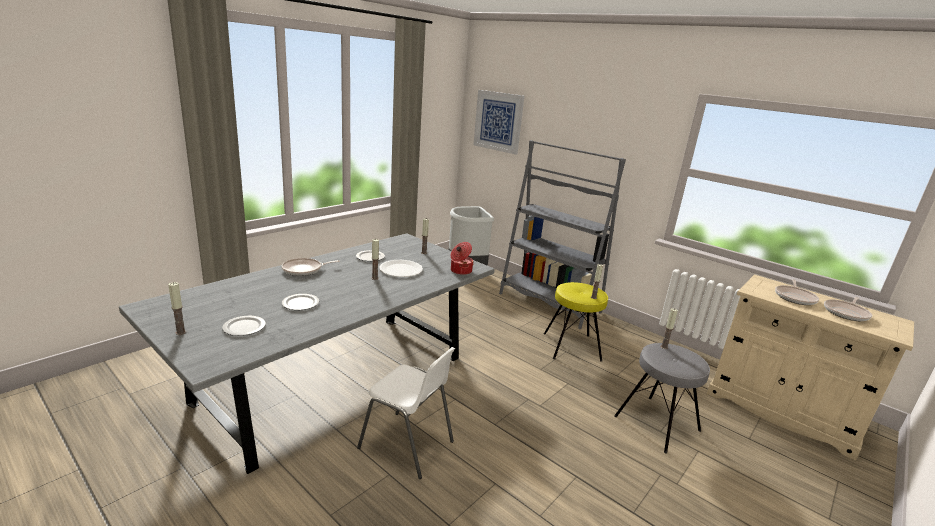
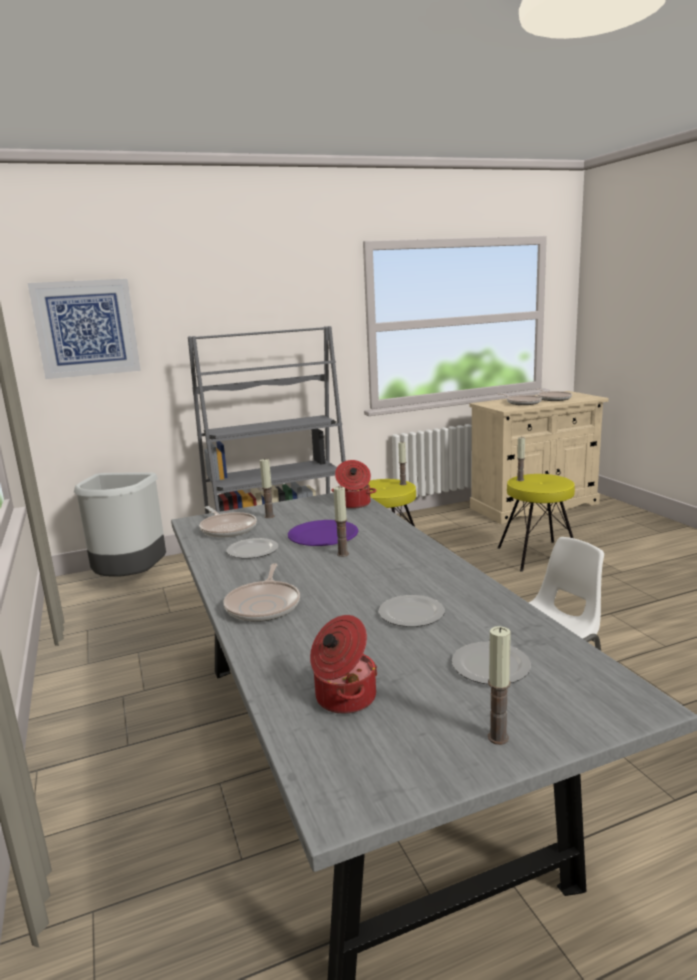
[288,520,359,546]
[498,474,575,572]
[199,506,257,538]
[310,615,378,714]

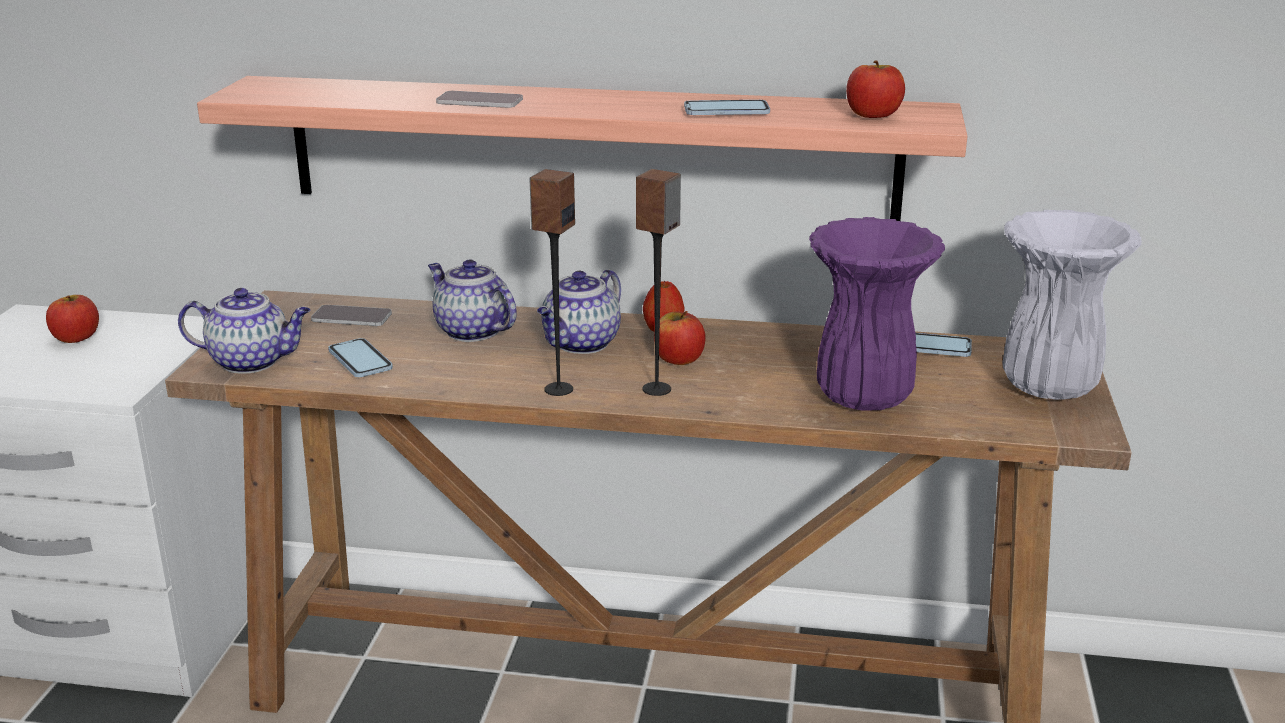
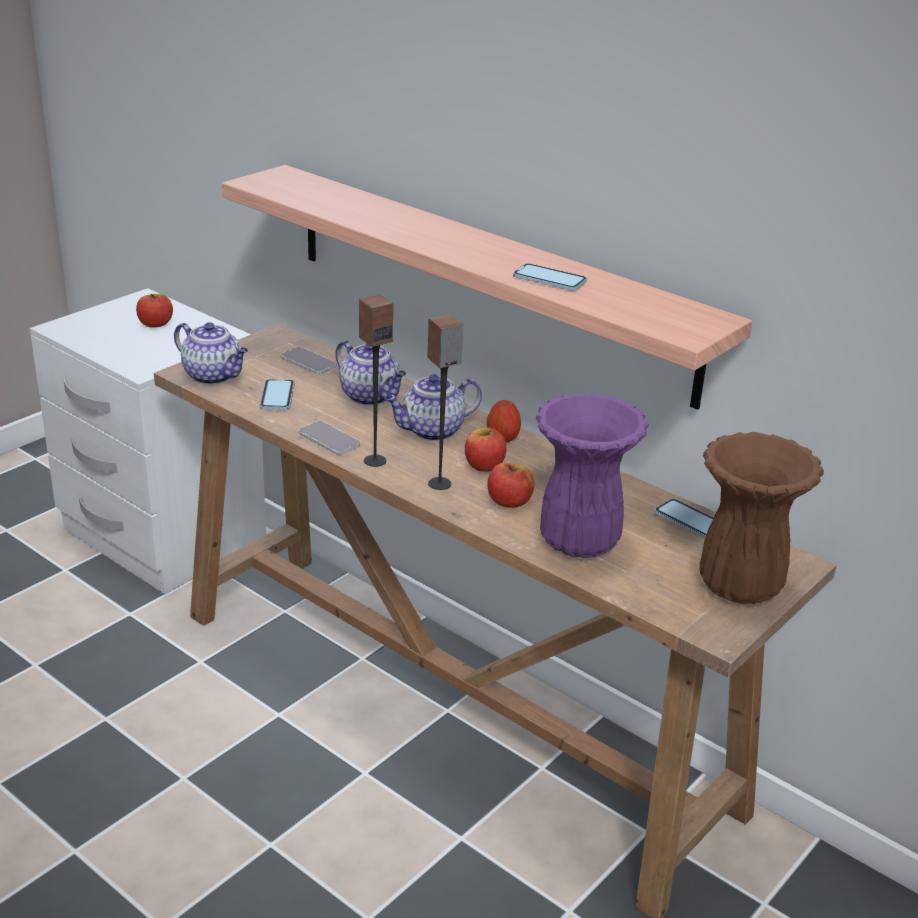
[335,340,406,406]
[299,421,360,455]
[487,463,535,508]
[699,432,824,604]

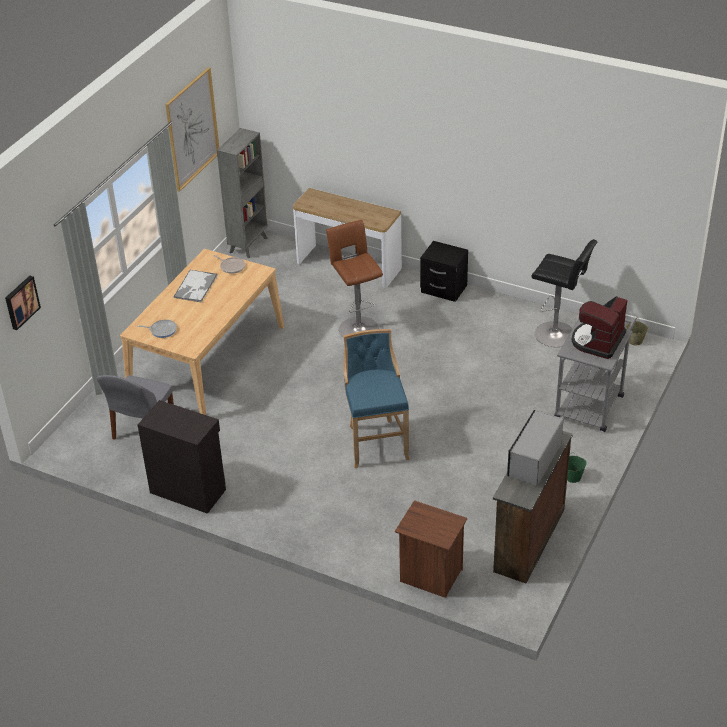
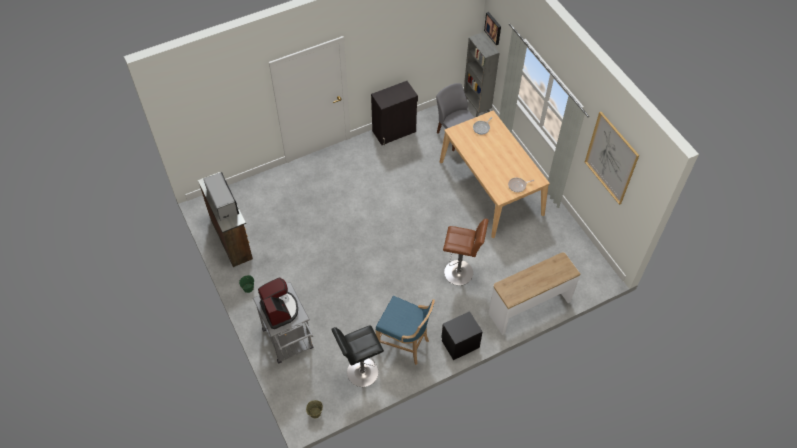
[174,270,217,302] (first image)
[464,32,499,117]
[375,296,435,365]
[395,500,467,598] (first image)

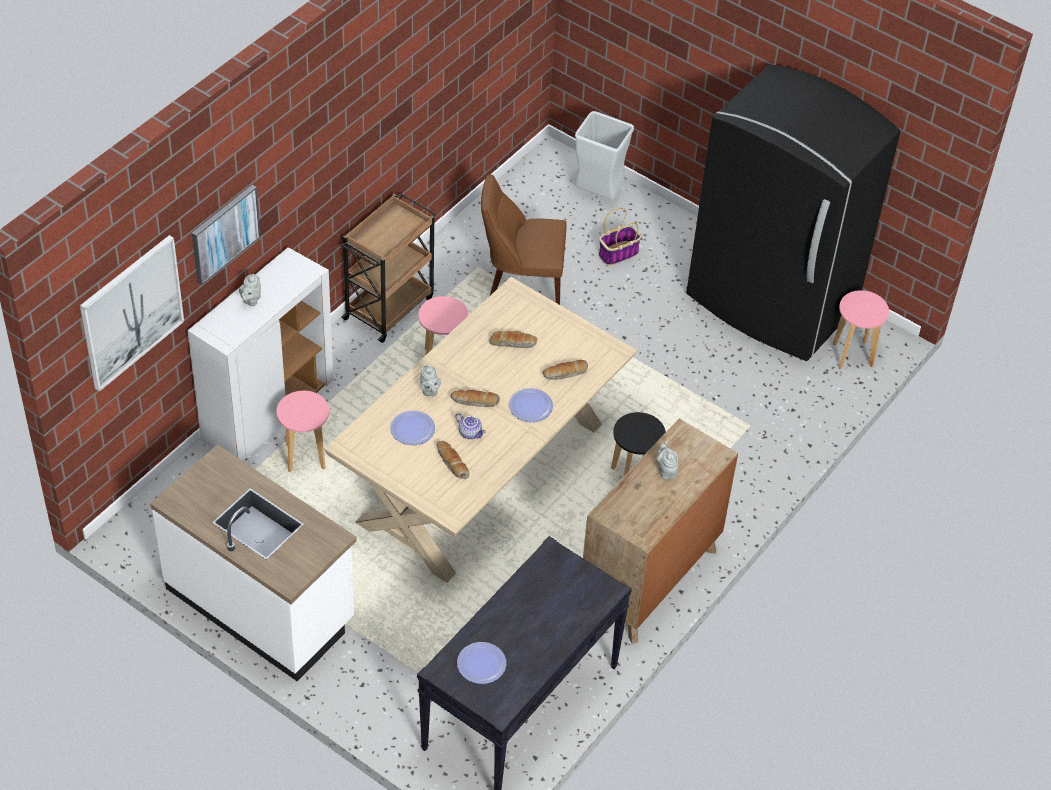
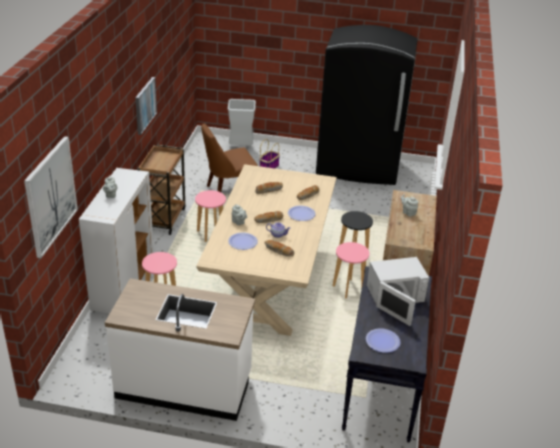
[135,77,157,135]
[333,242,370,299]
[367,257,429,326]

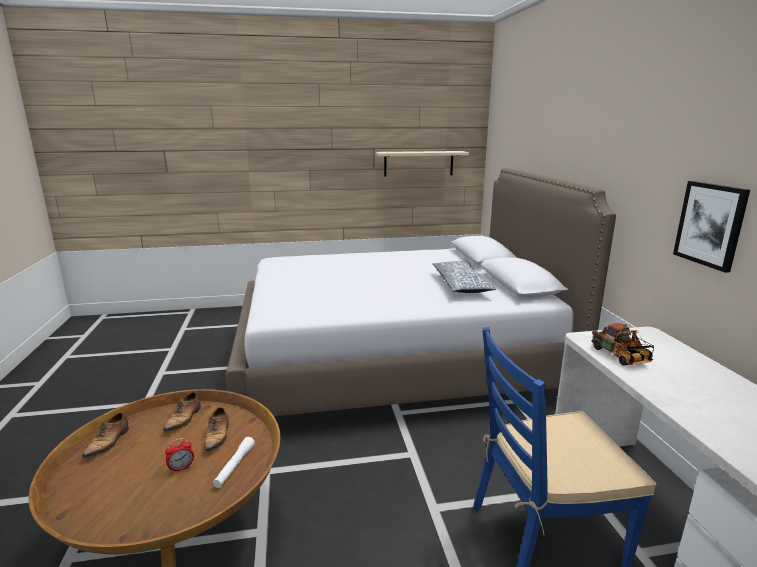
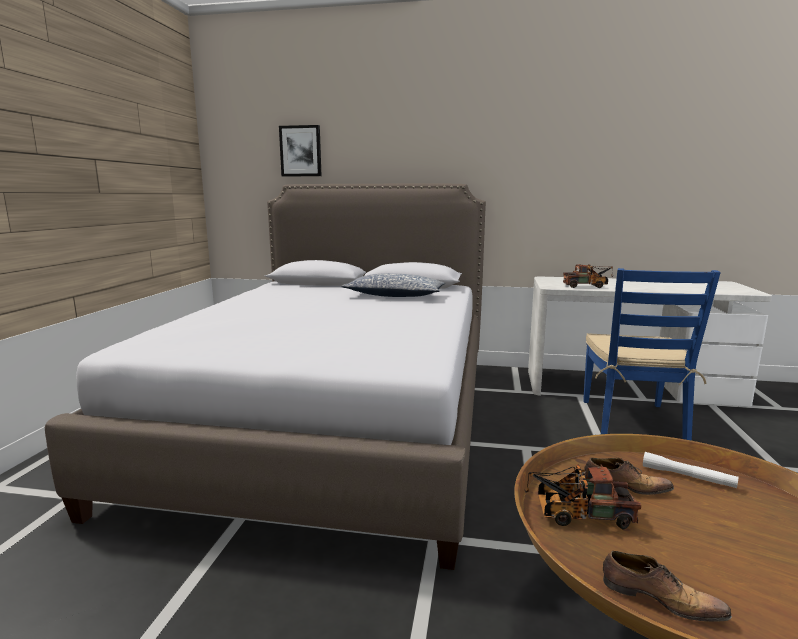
[524,464,641,529]
[165,438,194,473] (first image)
[375,151,469,177] (first image)
[279,125,322,176]

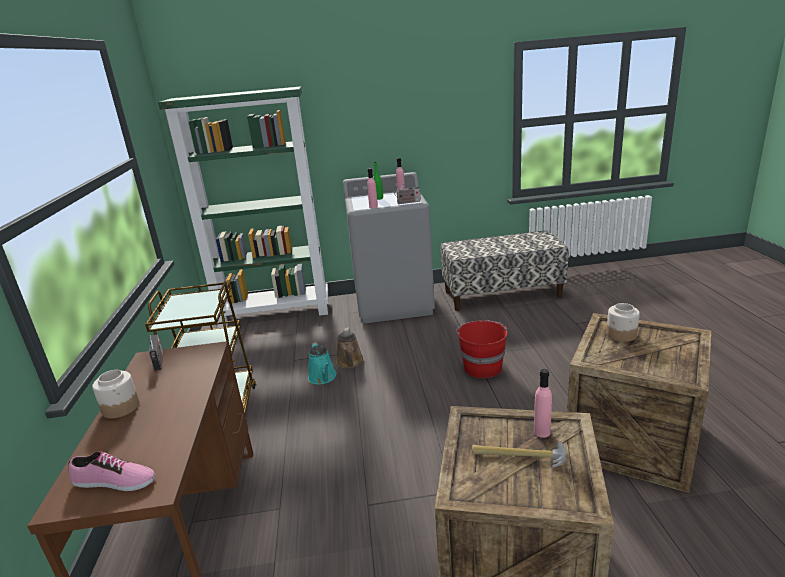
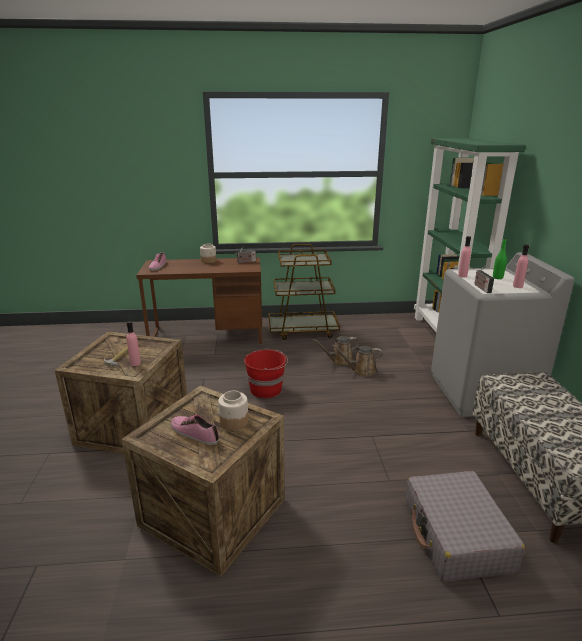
[313,336,359,365]
[244,348,288,398]
[171,415,219,445]
[406,471,525,582]

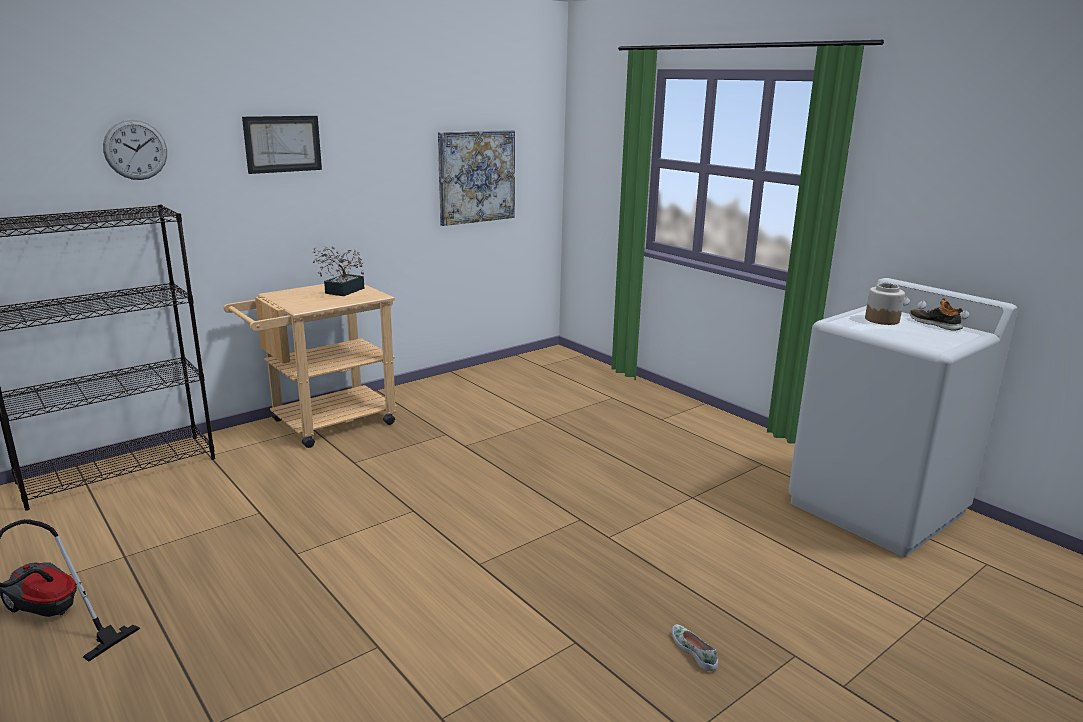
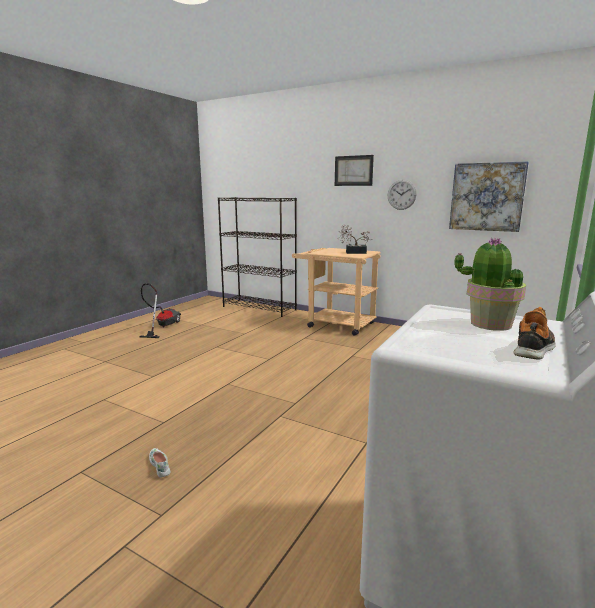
[388,180,417,210]
[149,448,170,478]
[454,237,526,331]

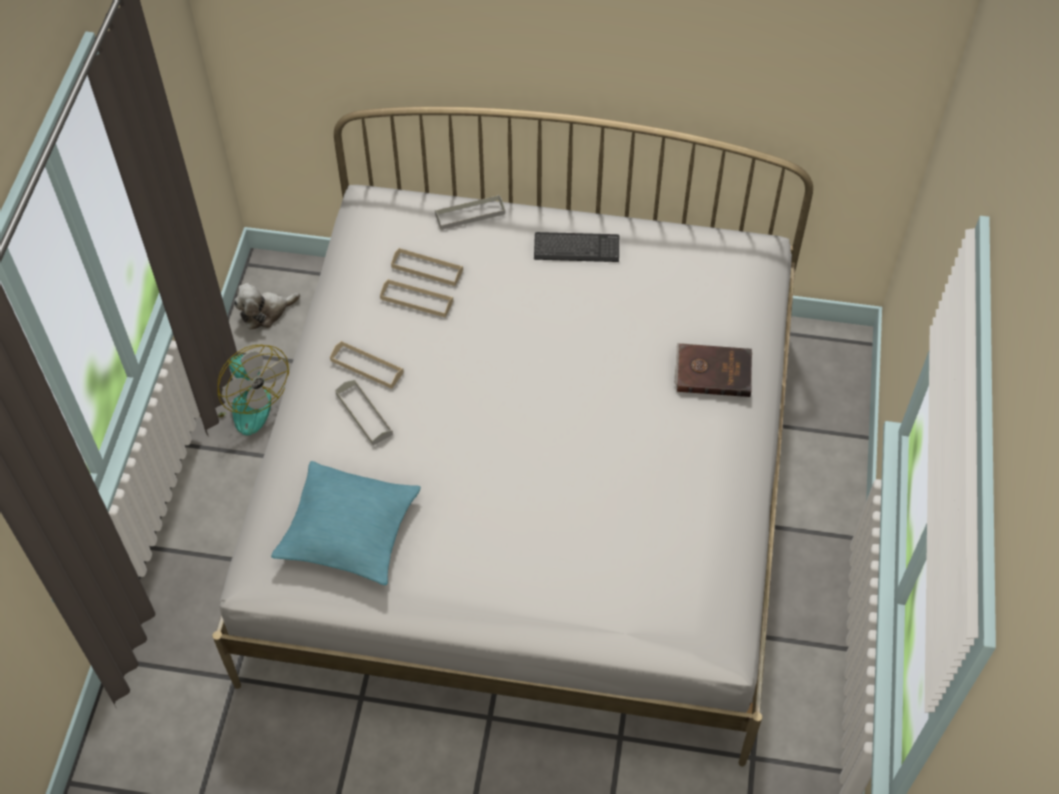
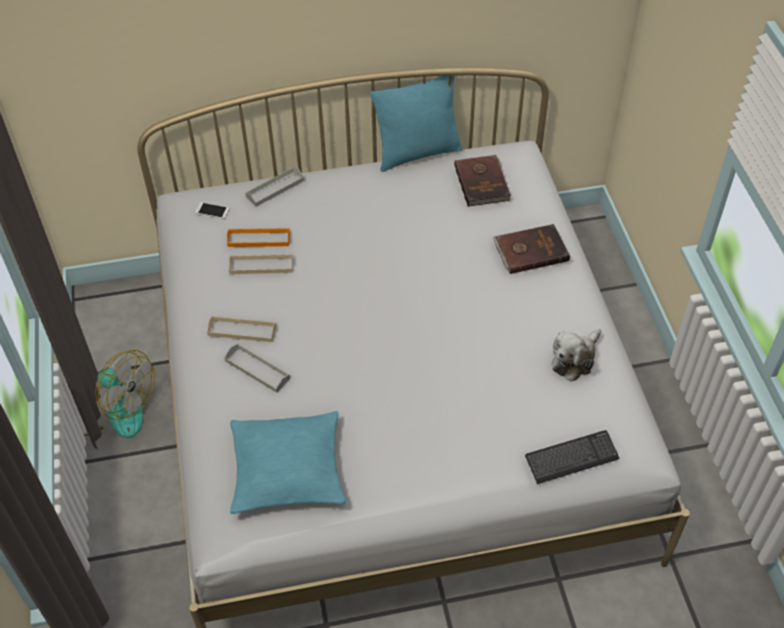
[552,329,601,382]
[227,228,290,247]
[525,430,620,484]
[195,202,230,219]
[370,76,463,172]
[454,154,511,207]

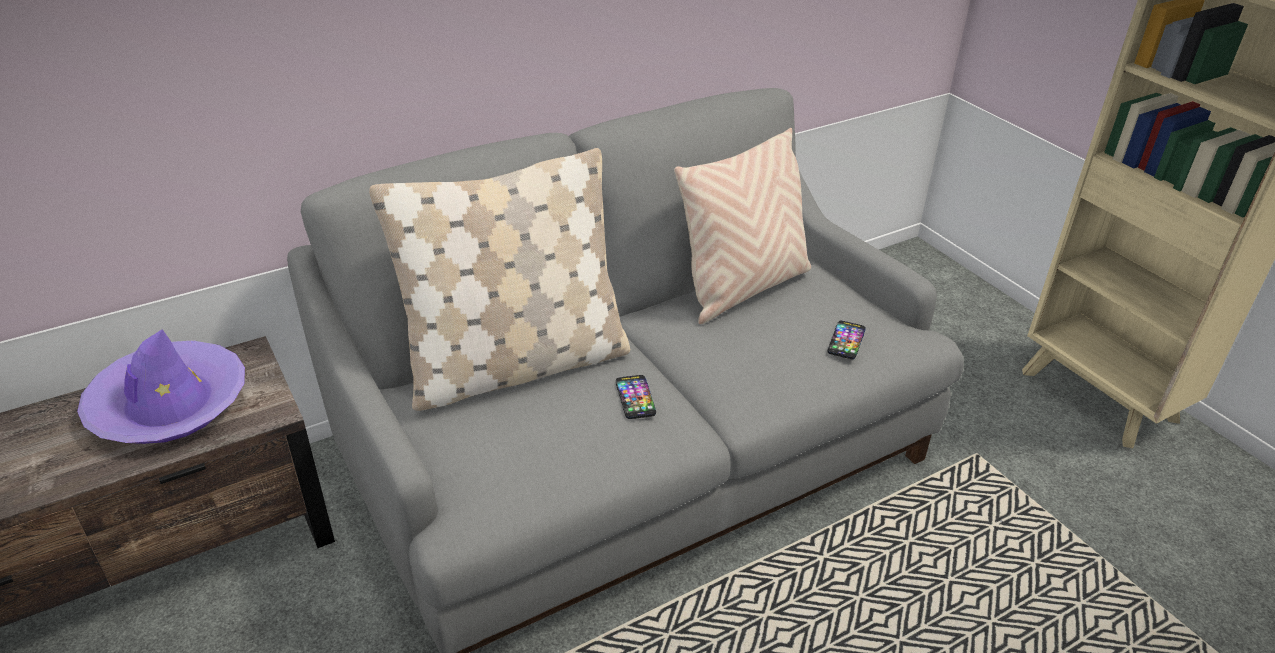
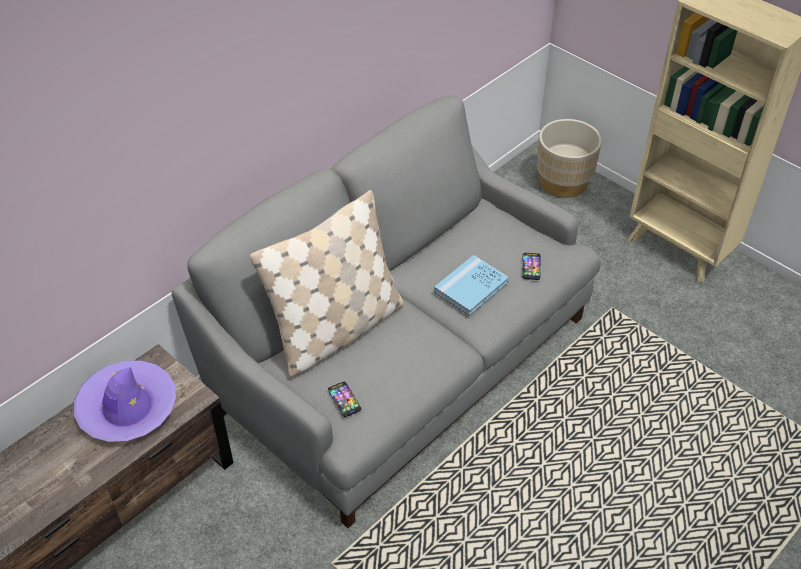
[328,382,361,417]
[674,128,811,324] (first image)
[434,255,509,316]
[537,119,602,198]

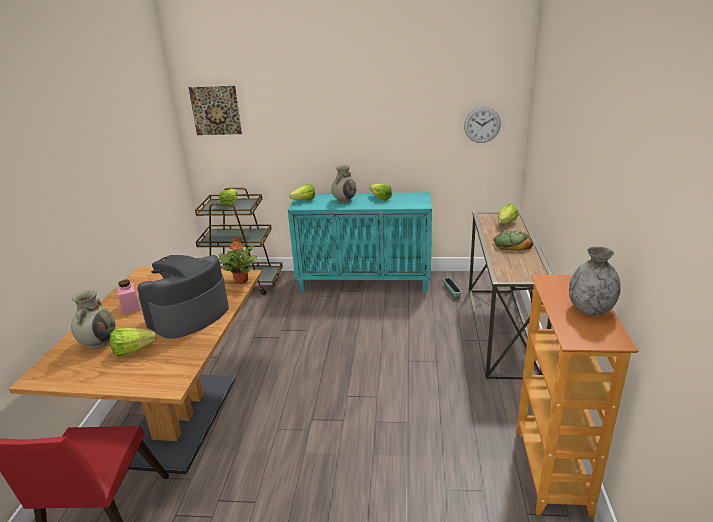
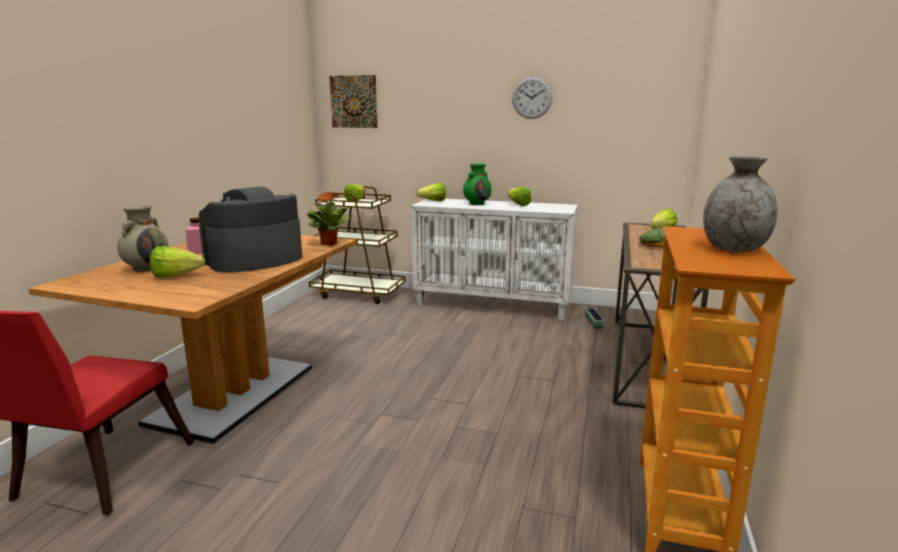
[411,199,578,320]
[463,164,492,205]
[512,77,552,119]

